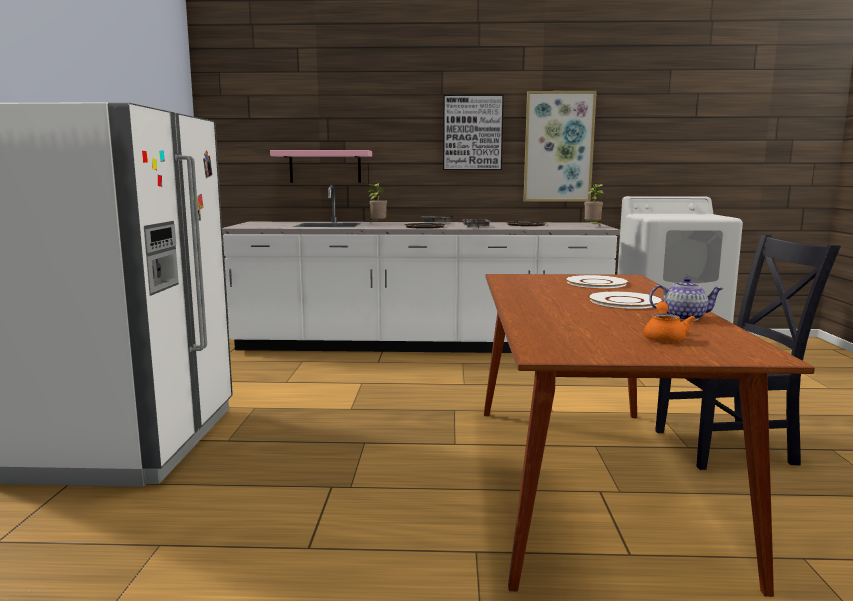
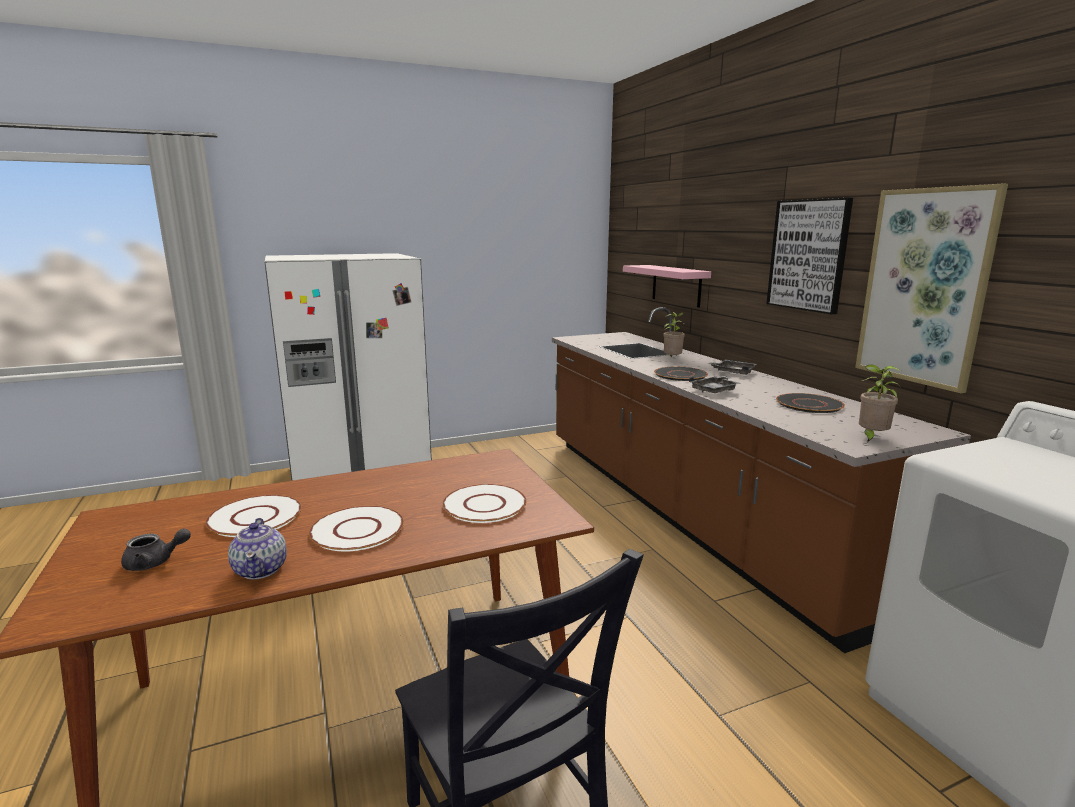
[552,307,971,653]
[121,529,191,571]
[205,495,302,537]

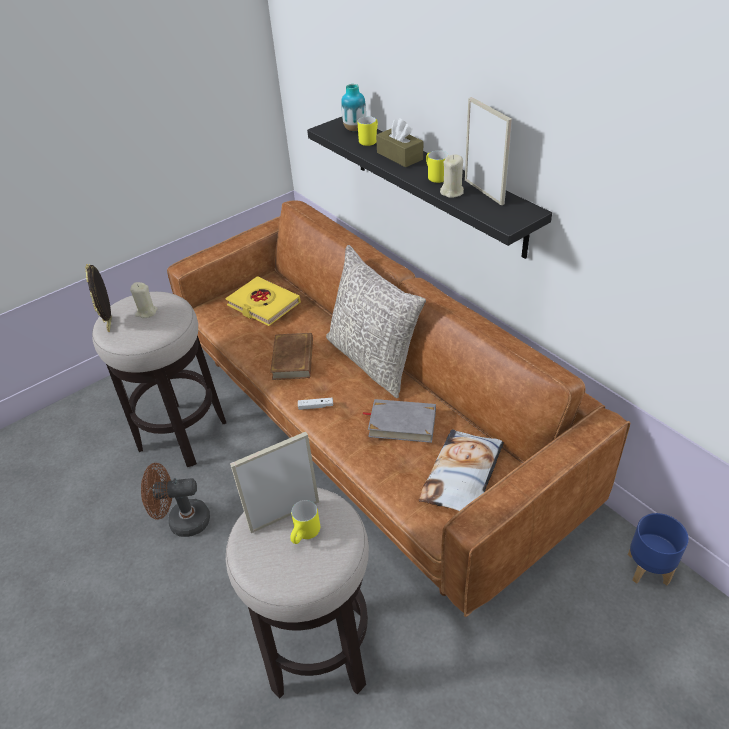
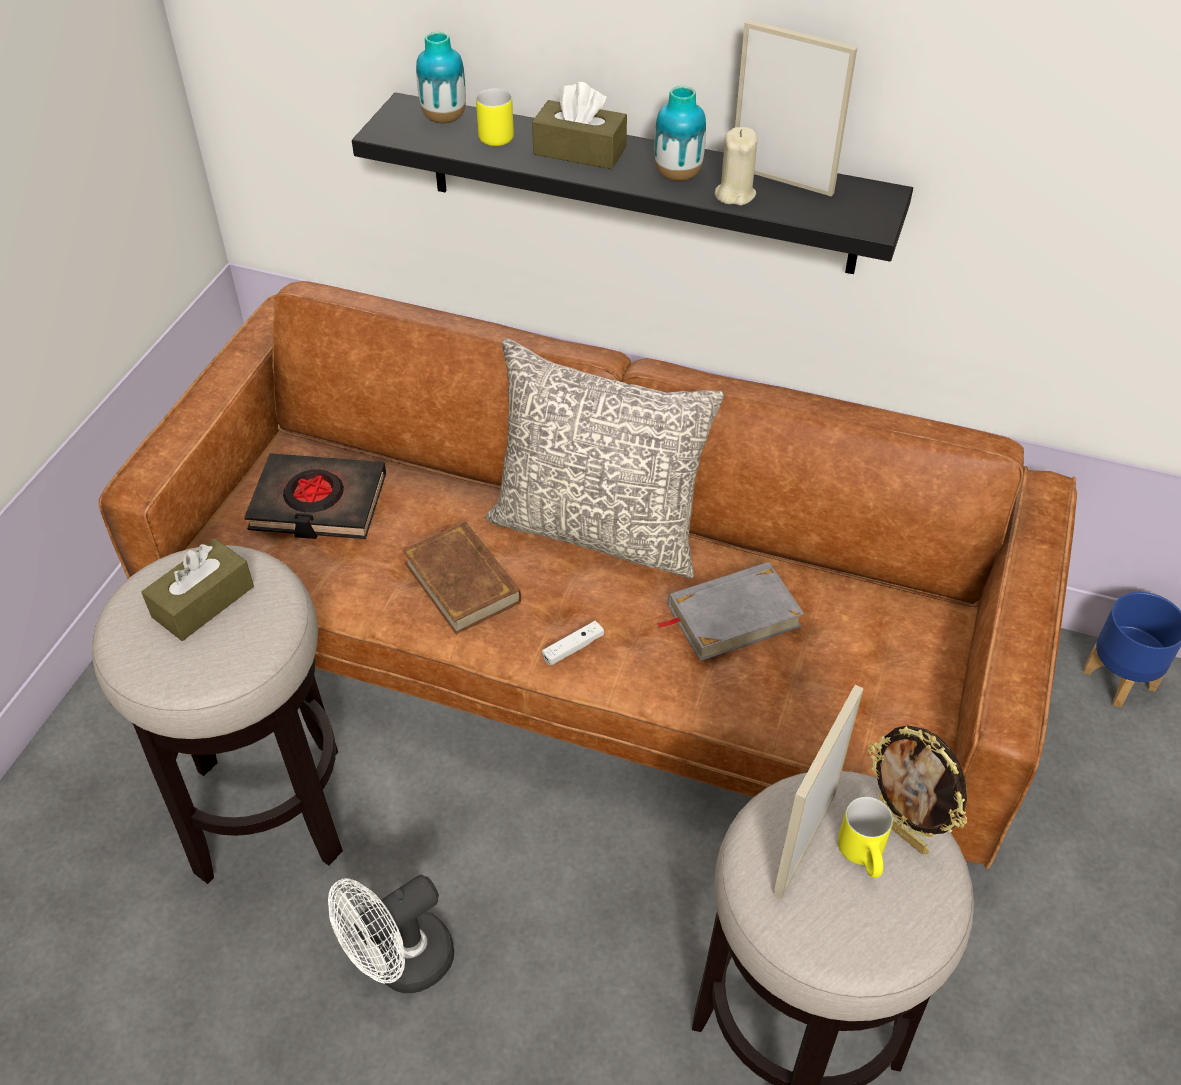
[868,725,967,854]
[141,539,254,641]
[328,875,454,993]
[244,453,386,539]
[418,429,504,511] (first image)
[655,86,706,181]

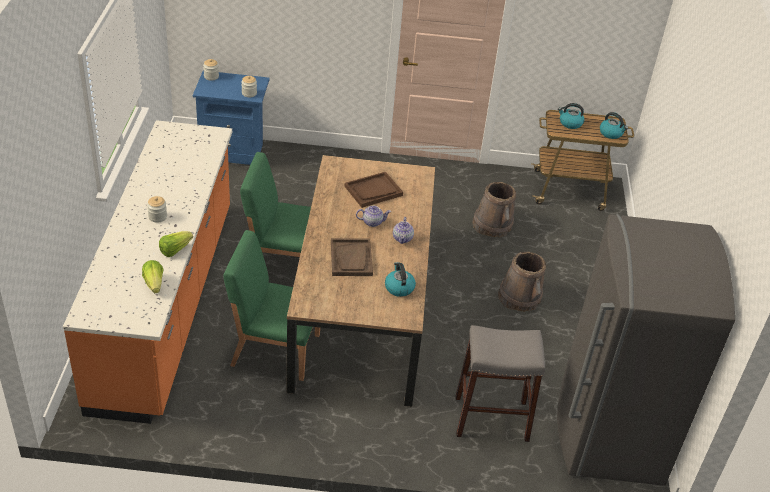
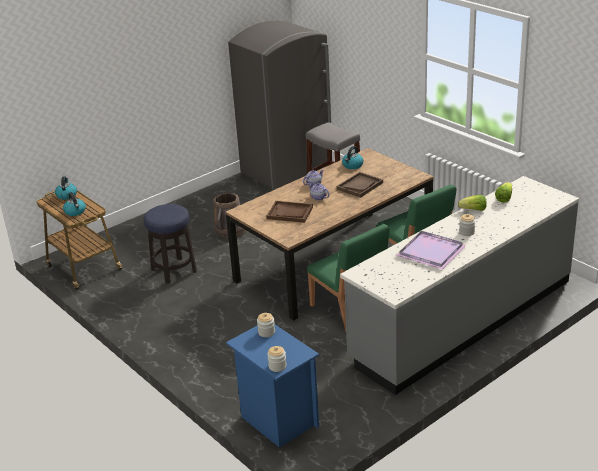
[340,176,579,395]
[144,204,197,284]
[396,231,466,270]

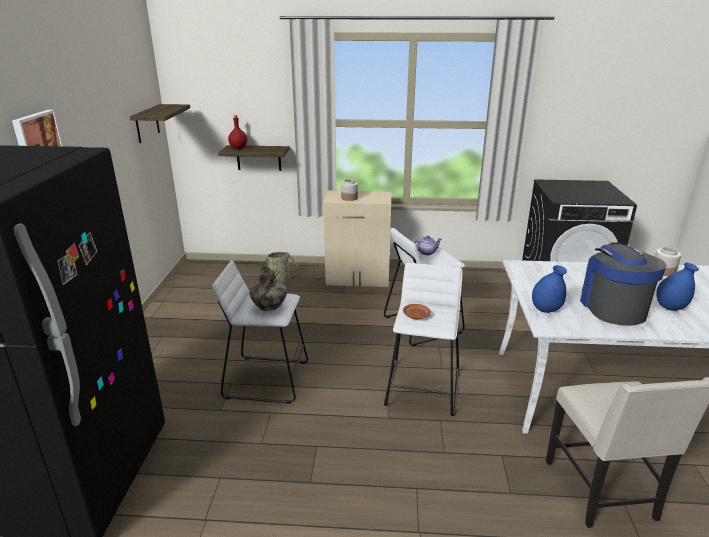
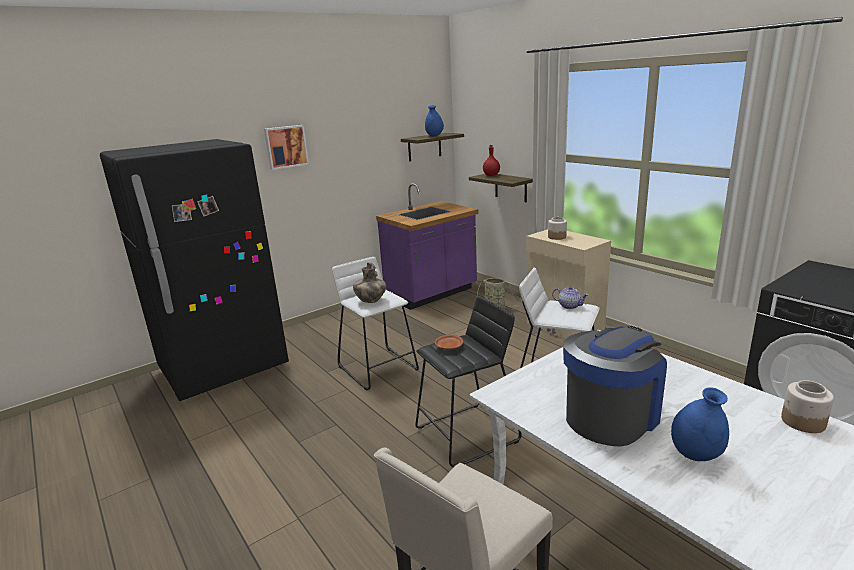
[415,296,522,467]
[425,105,444,136]
[376,183,479,310]

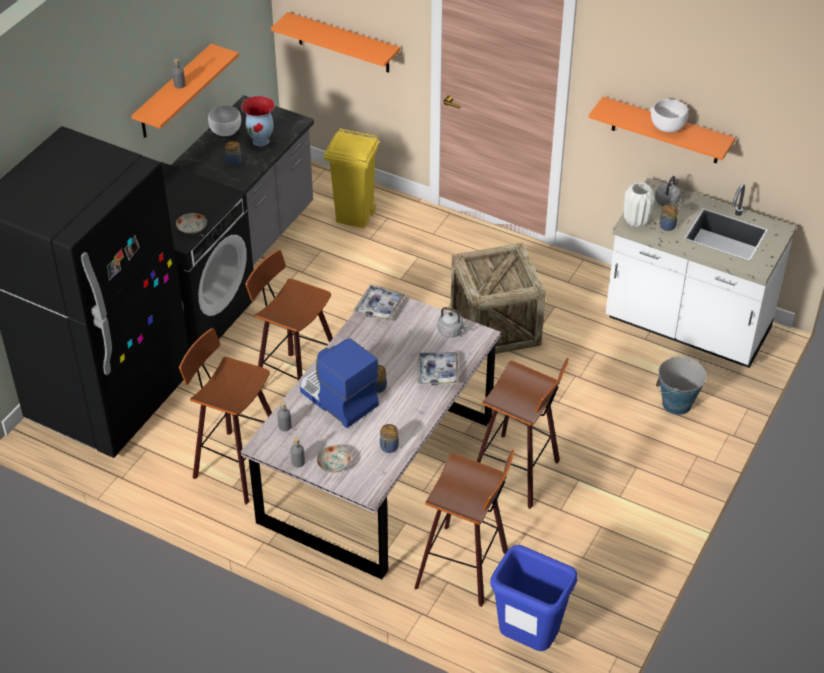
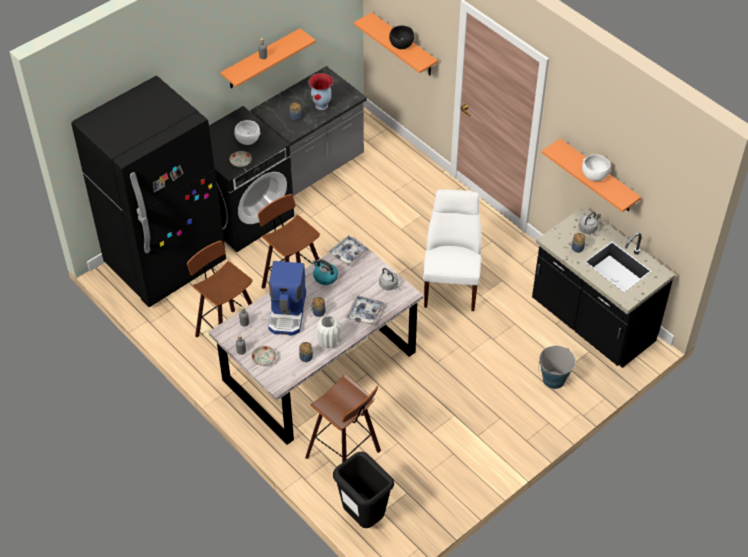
[234,120,260,145]
[268,261,306,336]
[324,128,379,228] (first image)
[423,189,481,311]
[477,358,569,509] (first image)
[333,451,394,528]
[532,206,675,368]
[316,315,340,349]
[313,260,338,285]
[389,25,414,49]

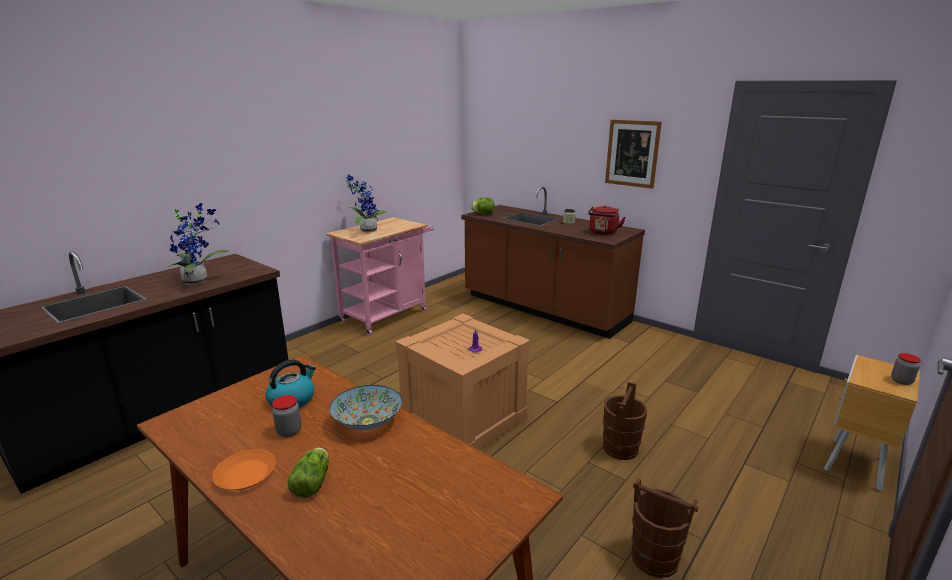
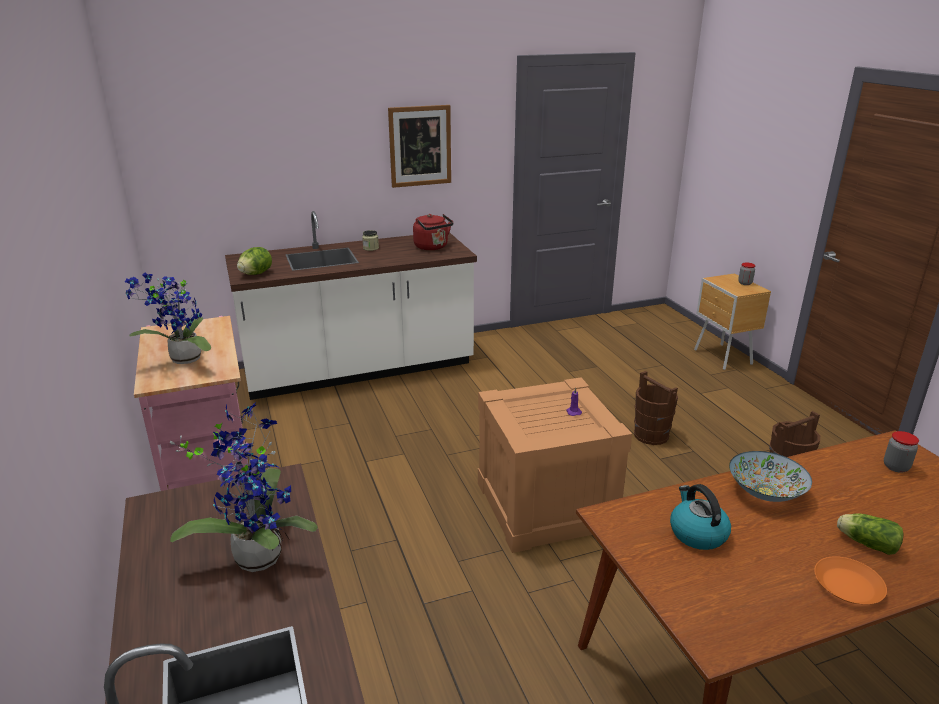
[884,431,919,473]
[225,211,477,400]

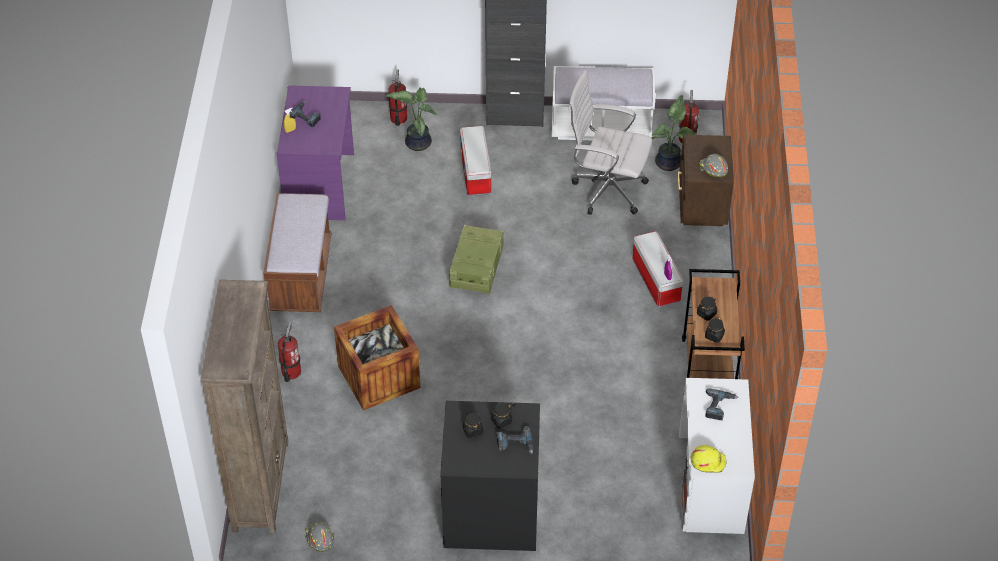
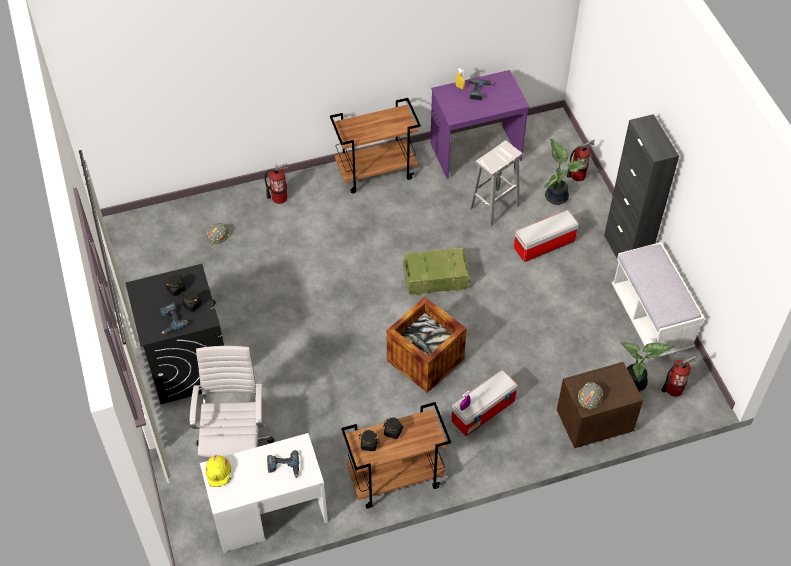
[200,280,289,534] (first image)
[330,98,421,193]
[206,223,232,244]
[387,297,467,393]
[190,346,275,457]
[468,140,522,226]

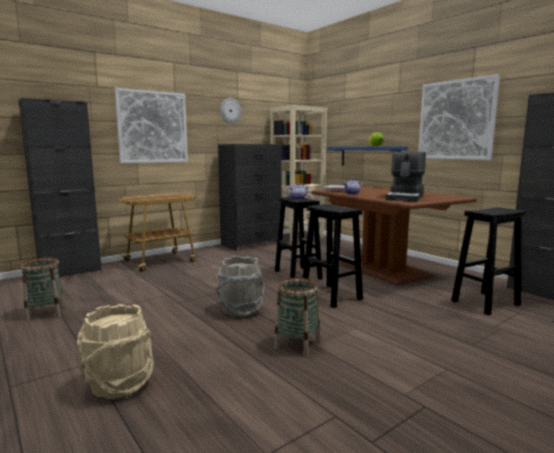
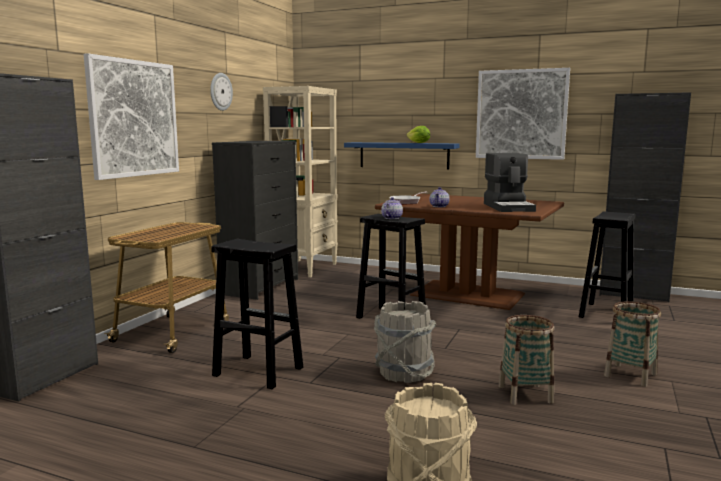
[604,301,661,387]
[211,239,303,389]

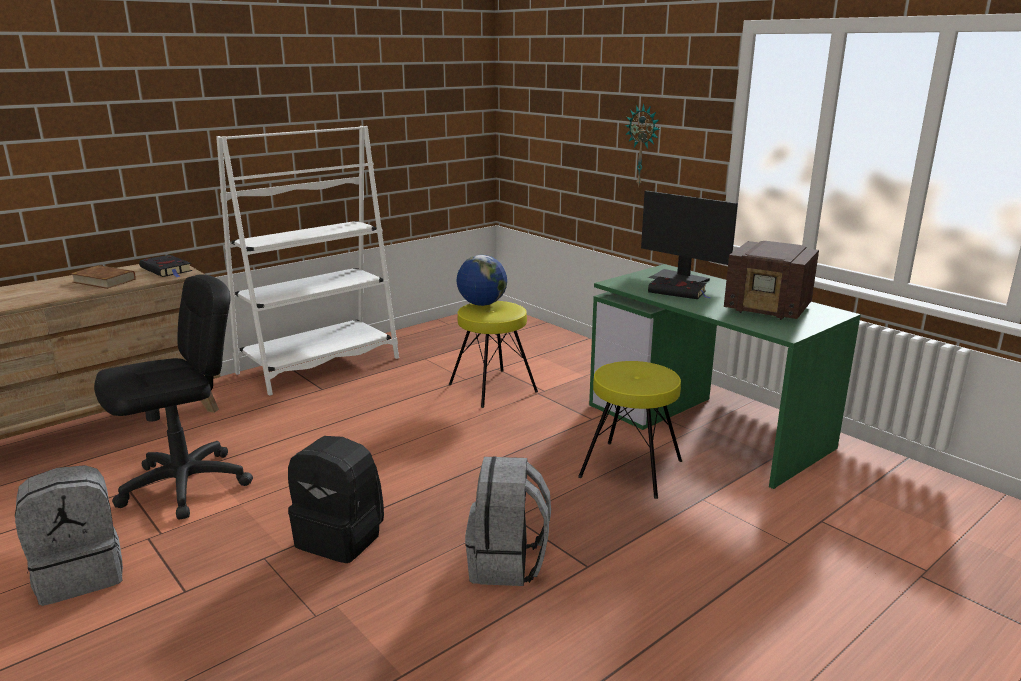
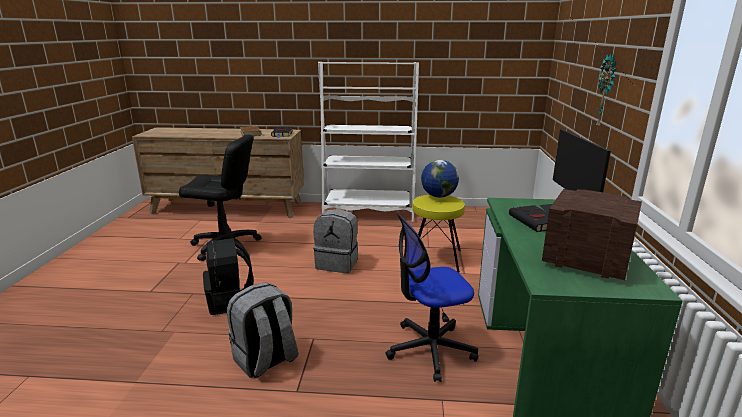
[313,209,358,273]
[385,213,478,382]
[542,189,642,280]

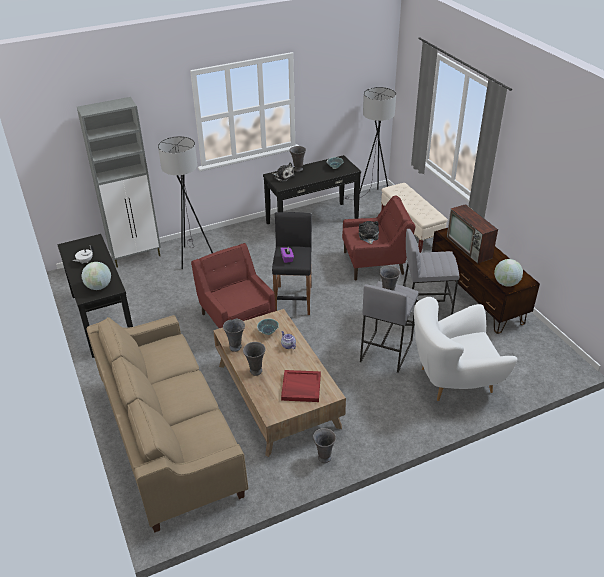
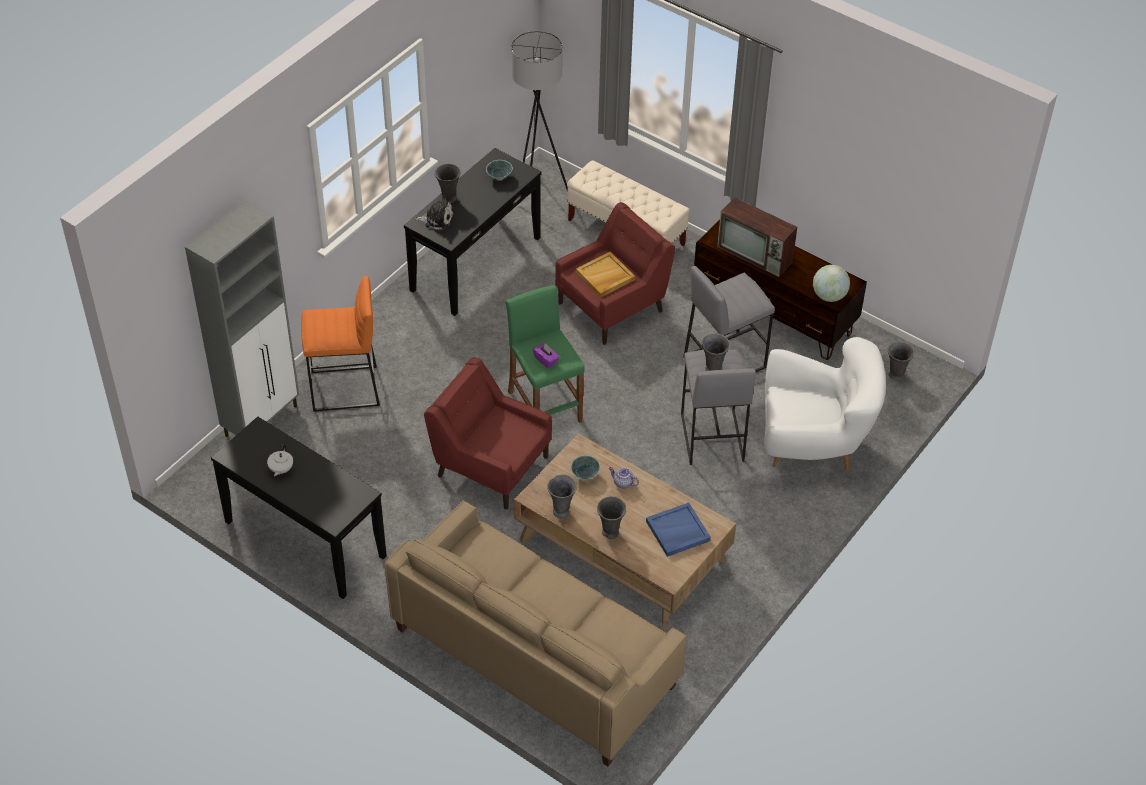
[82,262,111,290] (first image)
[301,276,380,412]
[506,285,585,423]
[646,503,711,557]
[888,342,915,381]
[576,252,635,297]
[764,337,886,471]

